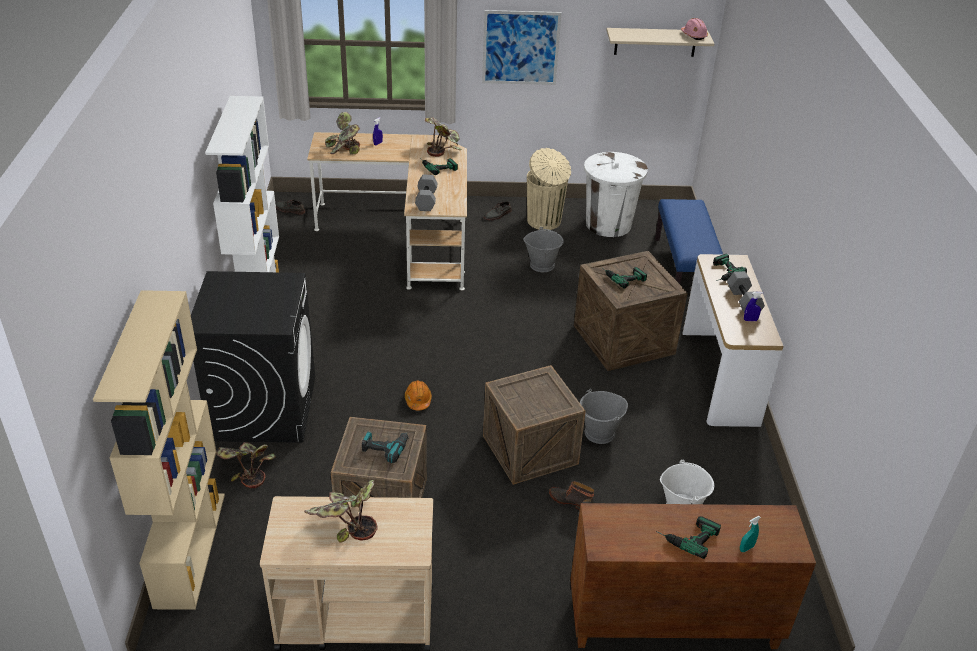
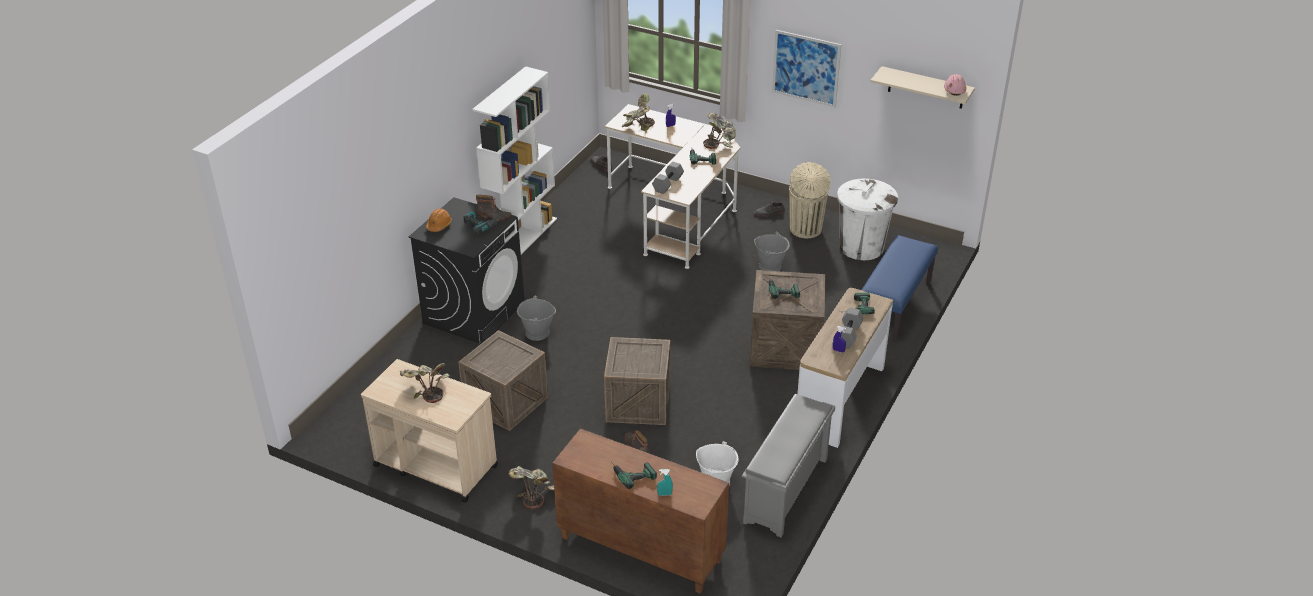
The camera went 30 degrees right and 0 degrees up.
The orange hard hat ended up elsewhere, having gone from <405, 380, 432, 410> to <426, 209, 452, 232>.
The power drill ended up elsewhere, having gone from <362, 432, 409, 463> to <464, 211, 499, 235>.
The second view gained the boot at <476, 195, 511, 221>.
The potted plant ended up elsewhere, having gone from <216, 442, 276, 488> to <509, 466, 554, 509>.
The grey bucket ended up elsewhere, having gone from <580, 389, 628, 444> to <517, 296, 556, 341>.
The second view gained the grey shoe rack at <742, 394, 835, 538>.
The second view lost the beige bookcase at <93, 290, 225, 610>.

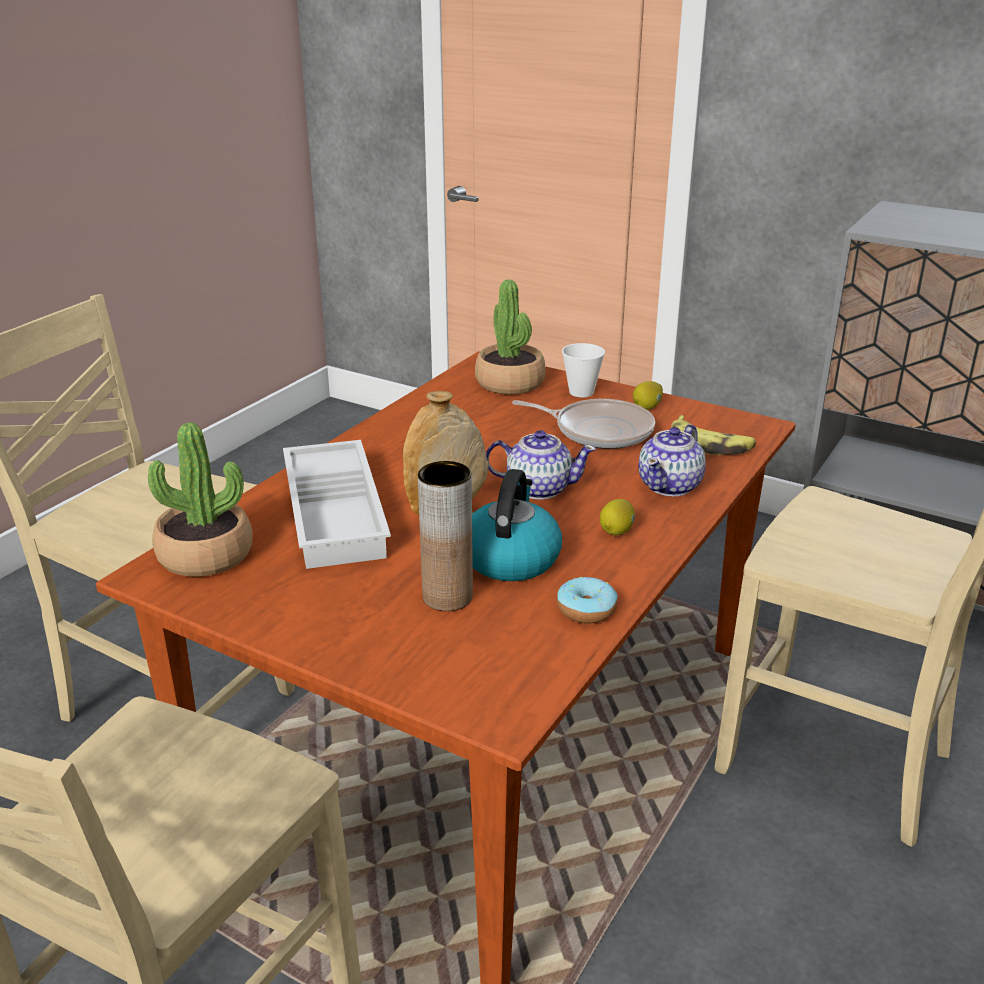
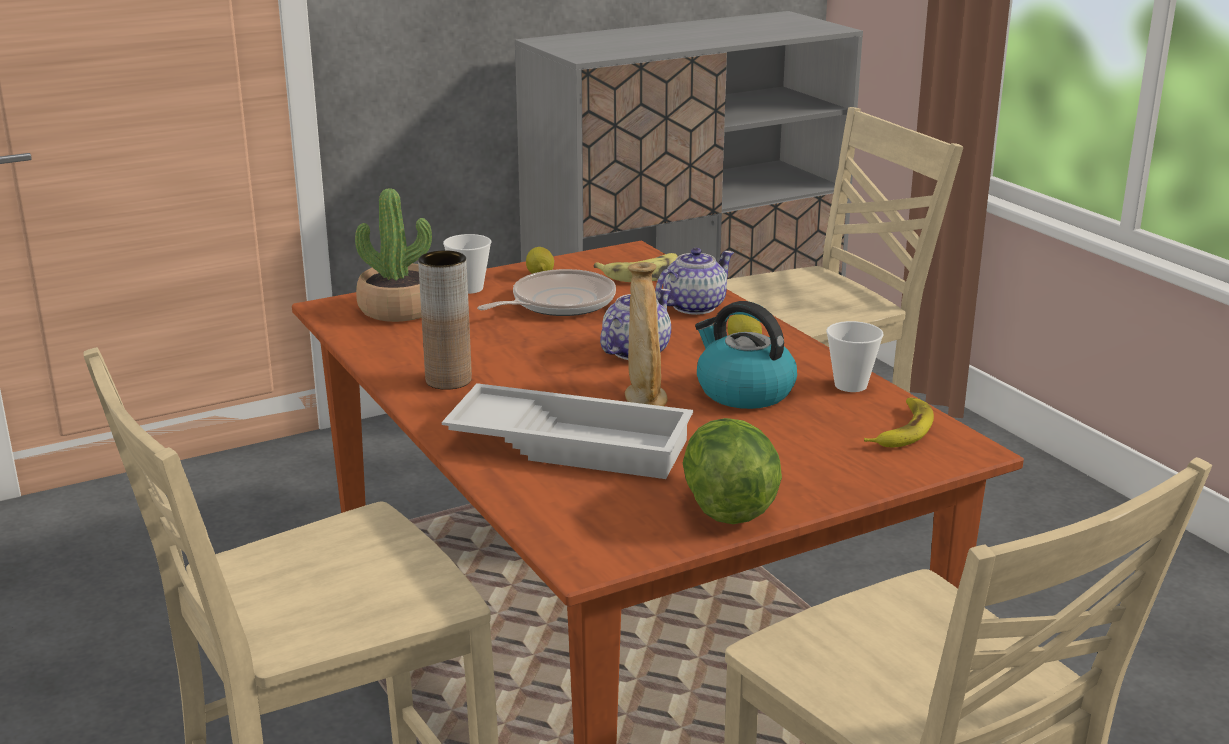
The camera went 60 degrees left and 5 degrees down.
The brown vase ended up elsewhere, having gone from <418, 461, 473, 611> to <418, 250, 472, 390>.
The teapot at <638, 424, 706, 497> ended up facing another way, 105 degrees counterclockwise from before.
The second view gained the lettuce at <683, 418, 782, 524>.
Where the donut stood at <557, 577, 618, 623>, the cup came to stand at <826, 321, 884, 392>.
The second view gained the banana at <864, 397, 934, 447>.
The second view lost the potted plant at <148, 422, 253, 577>.

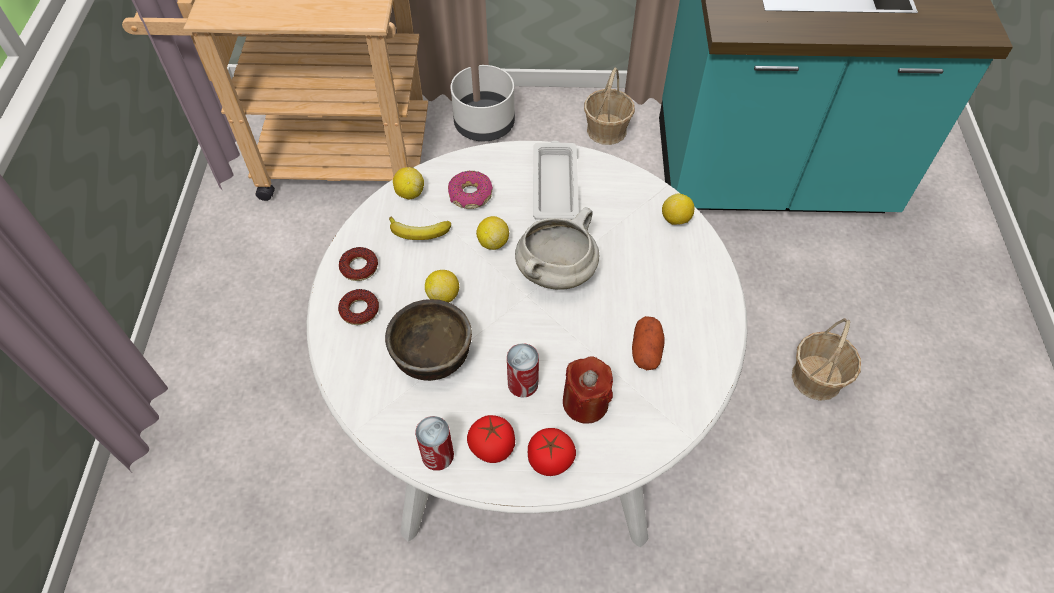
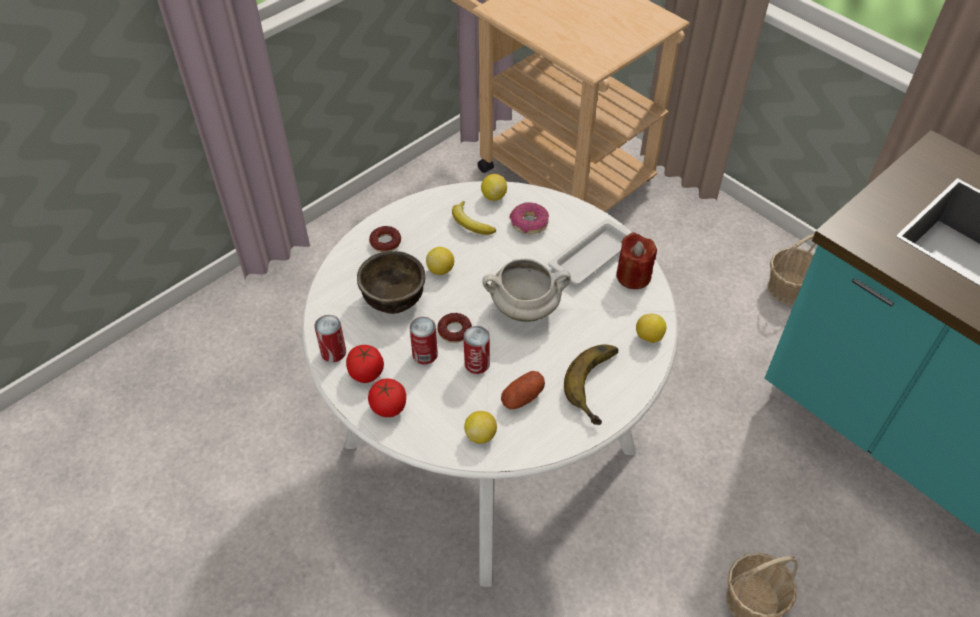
The camera went 45 degrees right and 5 degrees down.
The donut ended up elsewhere, having gone from <339, 247, 378, 281> to <437, 313, 472, 343>.
The second view gained the can at <464, 326, 490, 374>.
The lemon ended up elsewhere, having gone from <476, 216, 509, 250> to <464, 411, 497, 443>.
The second view gained the banana at <564, 344, 618, 425>.
The red candle ended up elsewhere, having gone from <563, 357, 613, 424> to <616, 232, 657, 289>.
The second view lost the white planter at <450, 65, 515, 141>.

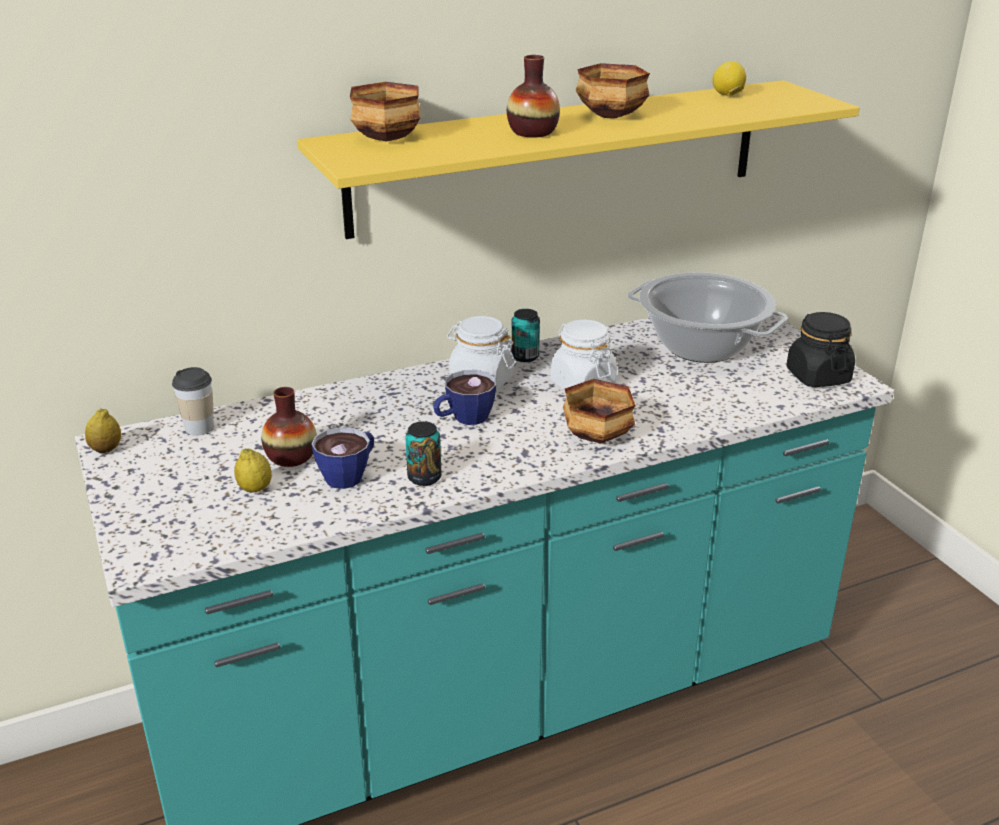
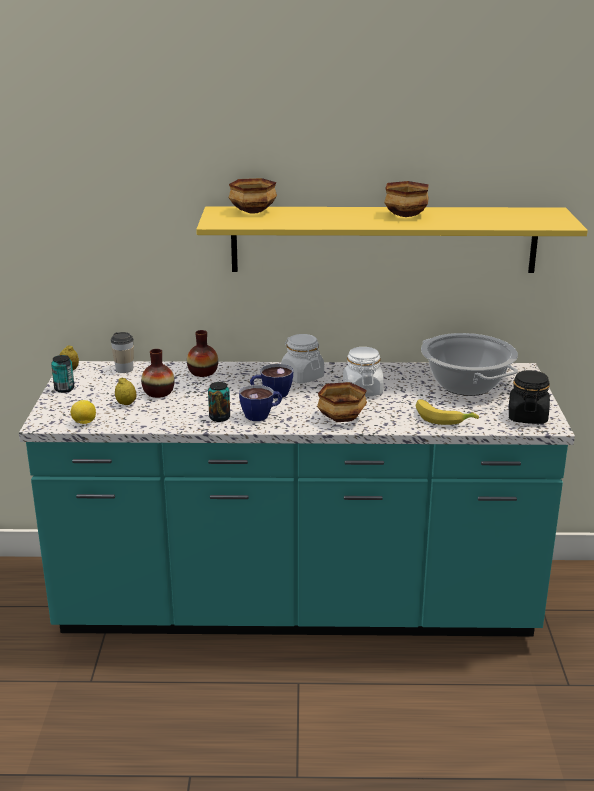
The camera went 25 degrees right and 5 degrees down.
The can ended up elsewhere, having gone from <511, 309, 540, 362> to <51, 355, 74, 393>.
The lemon ended up elsewhere, having gone from <712, 61, 746, 96> to <71, 400, 96, 424>.
The vase ended up elsewhere, having gone from <507, 55, 560, 138> to <187, 330, 218, 377>.
The cup ended up elsewhere, having gone from <312, 427, 374, 489> to <239, 385, 282, 421>.
The second view gained the banana at <416, 400, 479, 425>.

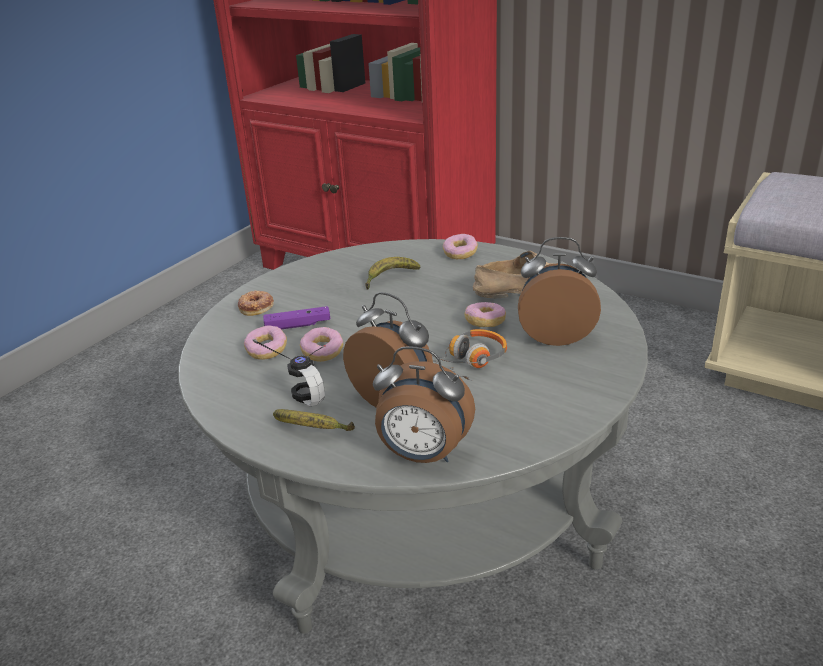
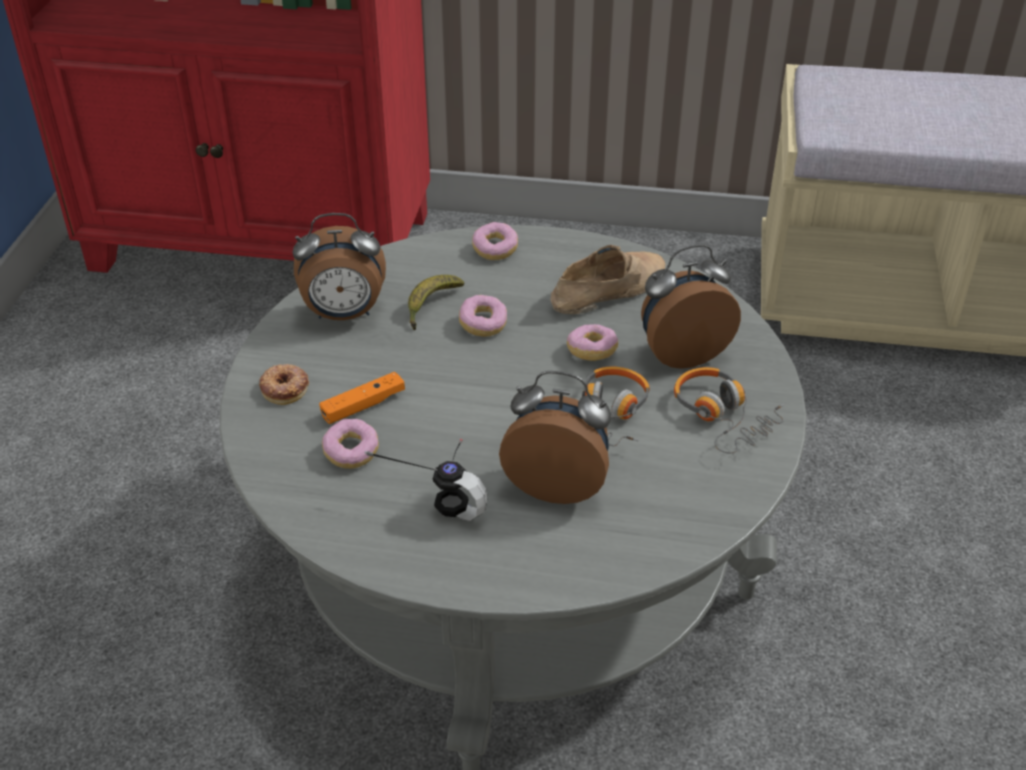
The camera went 25 degrees left and 10 degrees up.
The alarm clock ended up elsewhere, having gone from <373, 346, 475, 463> to <292, 213, 386, 320>.
What was the purple game controller at <263, 306, 330, 329> turned into the orange game controller at <319, 372, 405, 424>.
The donut ended up elsewhere, having gone from <300, 327, 343, 362> to <459, 295, 507, 337>.
The second view gained the headphones at <674, 367, 785, 454>.
The second view lost the banana at <273, 409, 355, 431>.

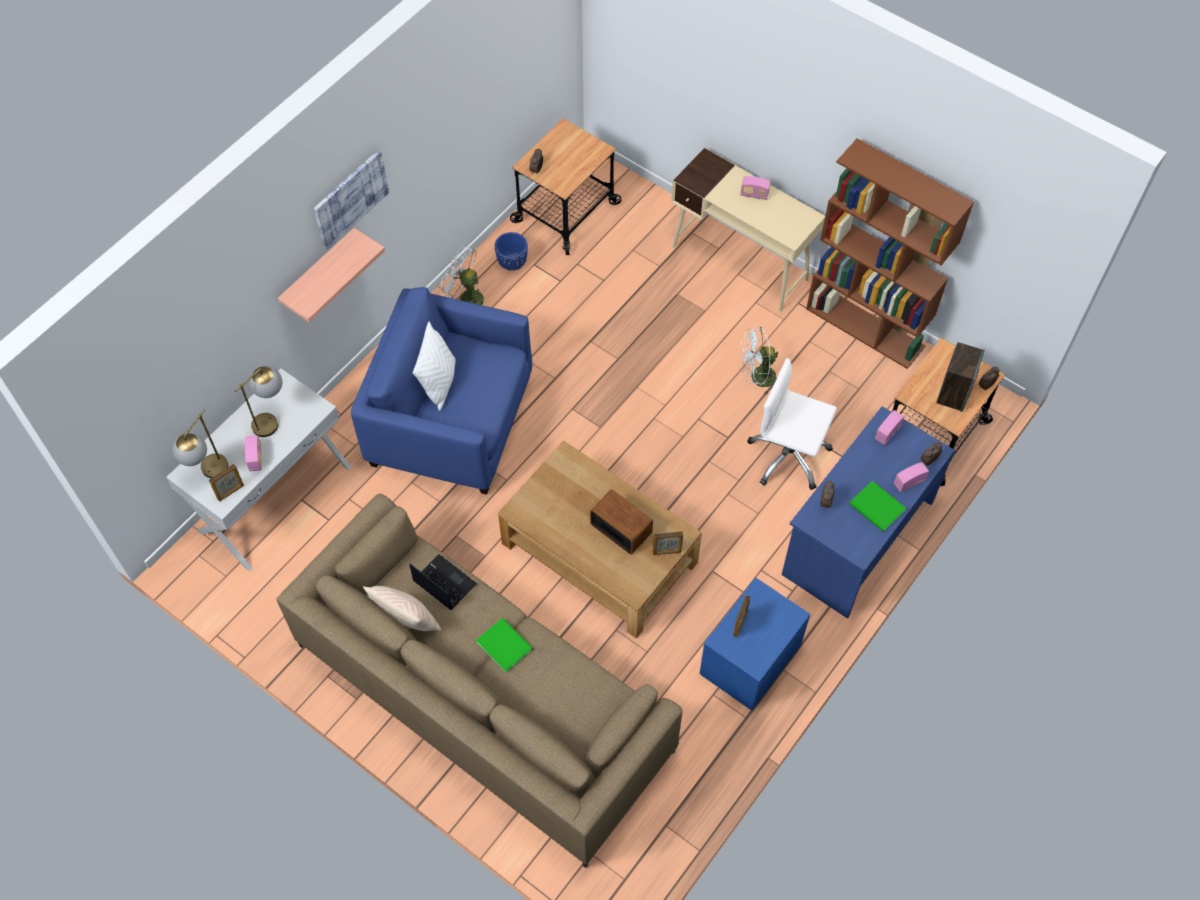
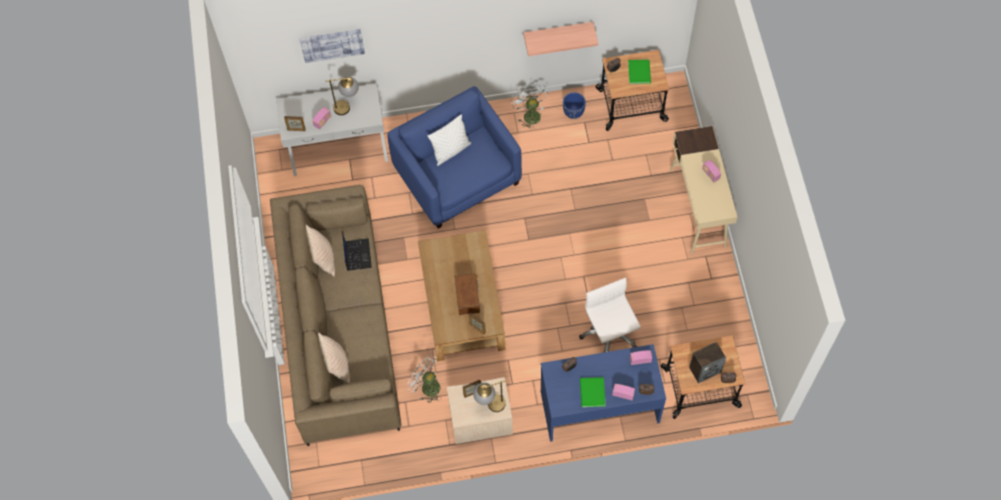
The camera went 45 degrees right and 5 degrees up.
The picture ended up elsewhere, having gone from <314, 150, 389, 250> to <299, 29, 365, 63>.
The second view gained the beige pillow at <318, 332, 350, 383>.
The white fan ended up elsewhere, having gone from <740, 327, 778, 395> to <407, 354, 441, 403>.
What was the blue nightstand at <699, 578, 810, 711> turned into the beige nightstand at <447, 377, 513, 444>.
The table lamp ended up elsewhere, having gone from <172, 409, 228, 478> to <473, 380, 506, 412>.
The shelf ended up elsewhere, having gone from <278, 228, 385, 322> to <524, 22, 598, 56>.
The green book ended up elsewhere, having gone from <476, 618, 533, 673> to <628, 60, 651, 84>.
The second view lost the brown bookcase at <806, 138, 974, 369>.

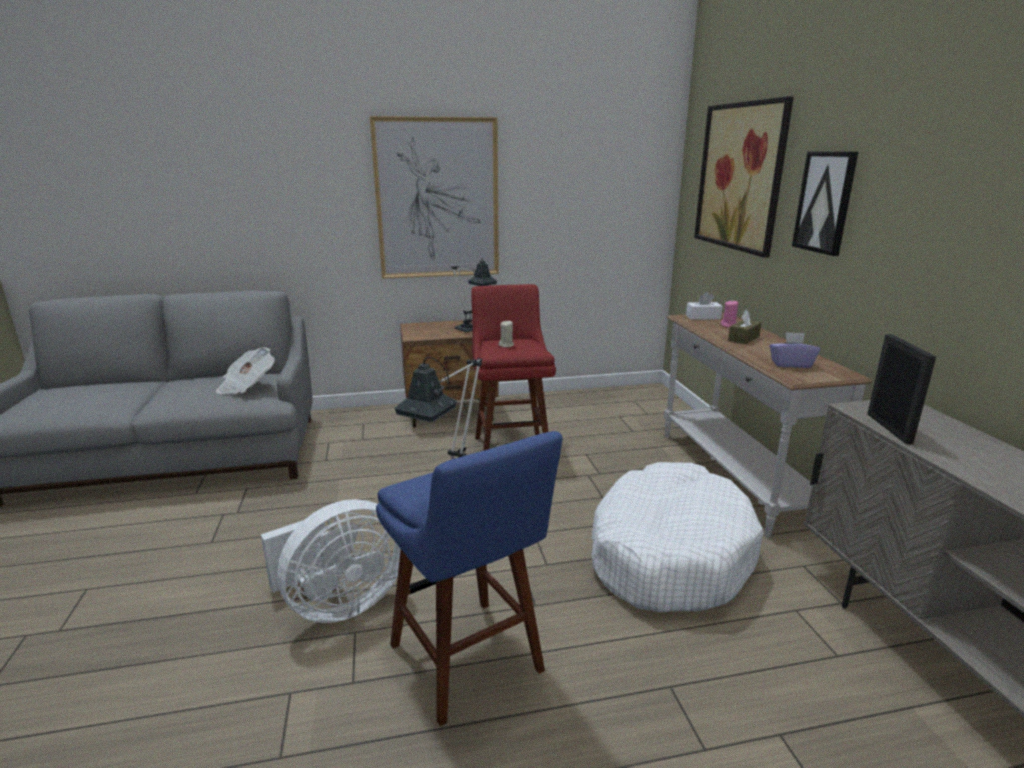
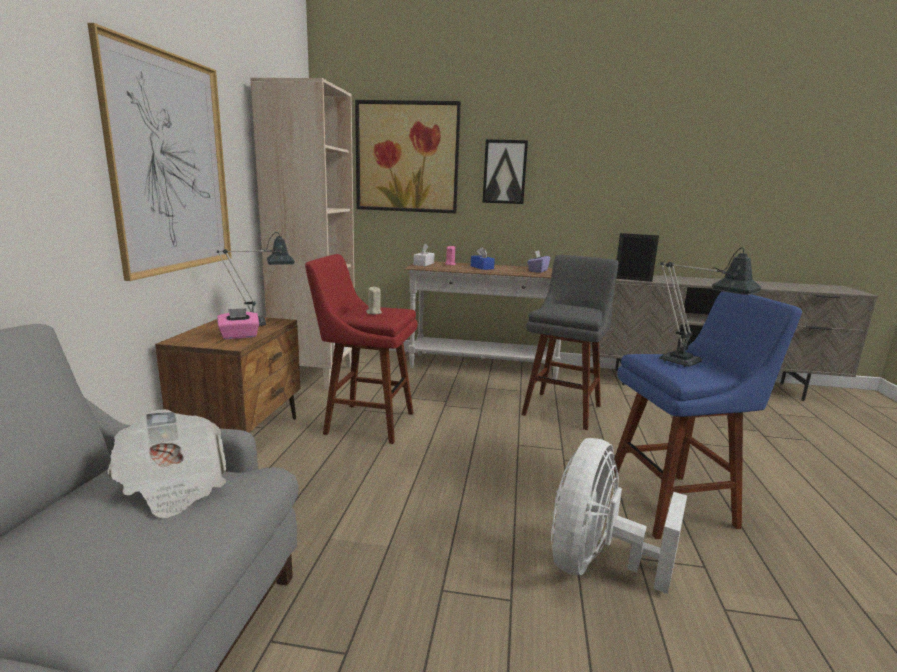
The camera went 70 degrees left and 5 degrees down.
The second view gained the pink tissue box at <217, 308, 259, 339>.
The second view gained the beige bookcase at <250, 78, 355, 389>.
What was the brown tissue box at <728, 310, 761, 344> turned into the blue tissue box at <471, 247, 495, 270>.
Where the white dog bed stood at <592, 462, 763, 612>, the grey stool came to stand at <521, 255, 618, 430>.
The white fan at <261, 499, 401, 623> ended up facing another way, 135 degrees counterclockwise from before.

